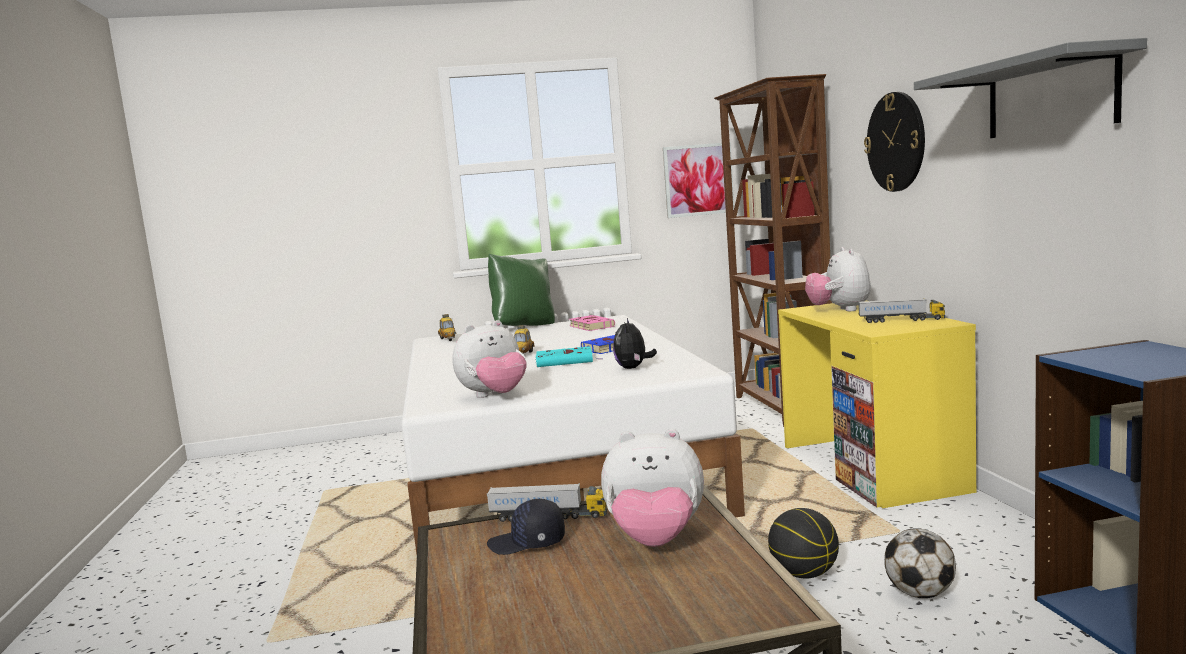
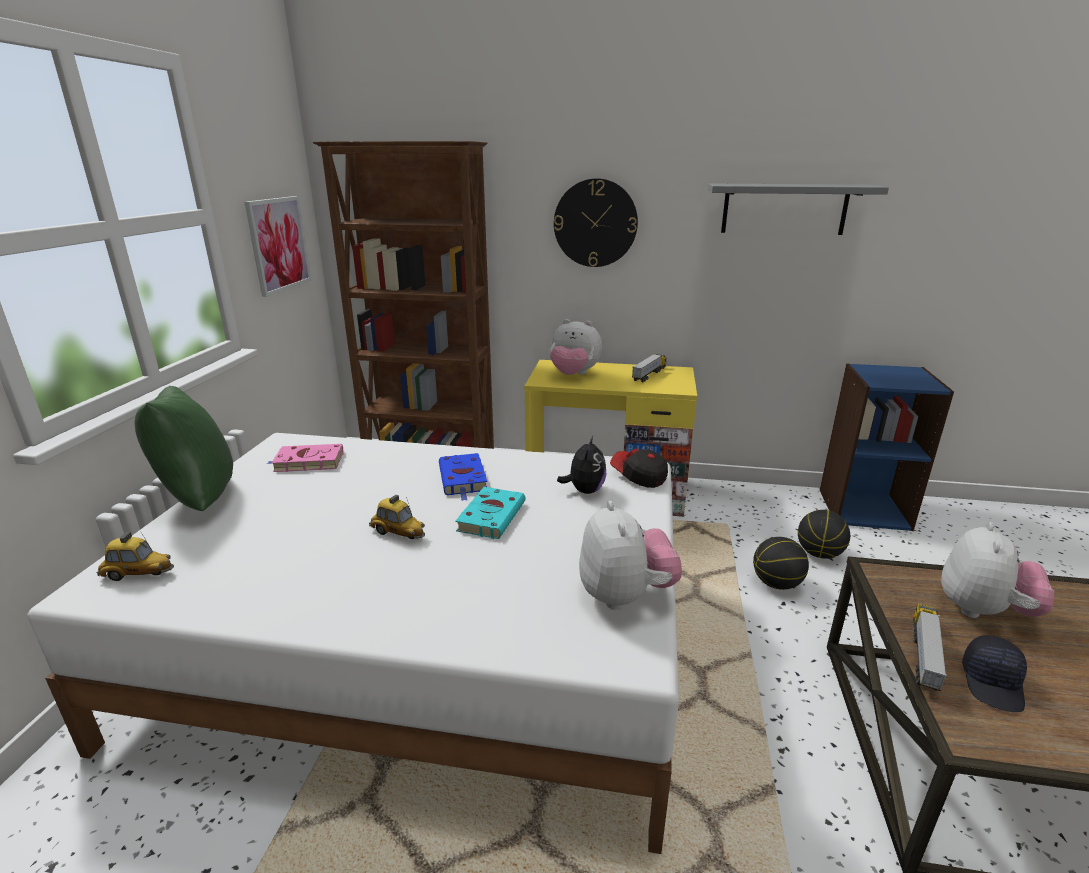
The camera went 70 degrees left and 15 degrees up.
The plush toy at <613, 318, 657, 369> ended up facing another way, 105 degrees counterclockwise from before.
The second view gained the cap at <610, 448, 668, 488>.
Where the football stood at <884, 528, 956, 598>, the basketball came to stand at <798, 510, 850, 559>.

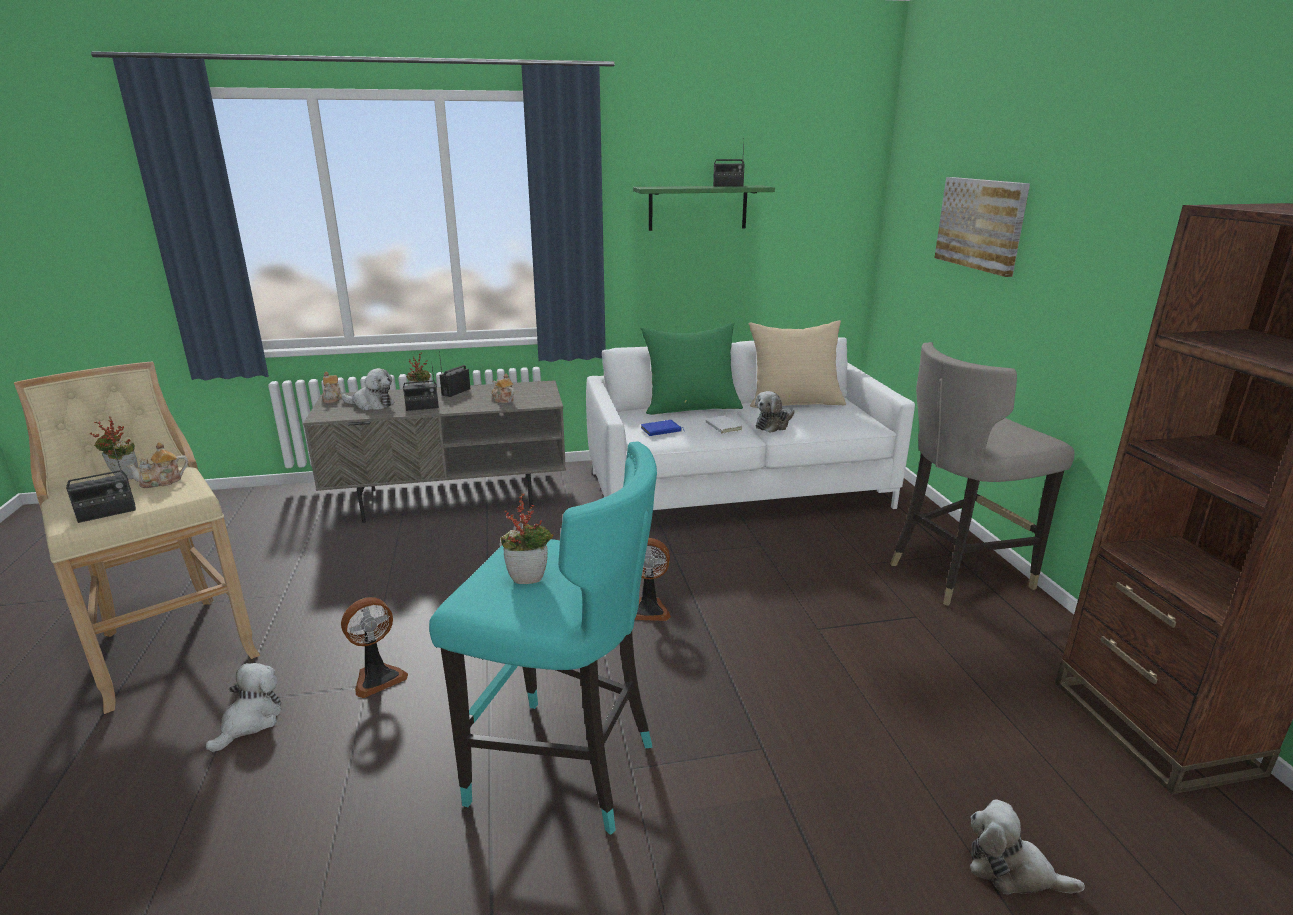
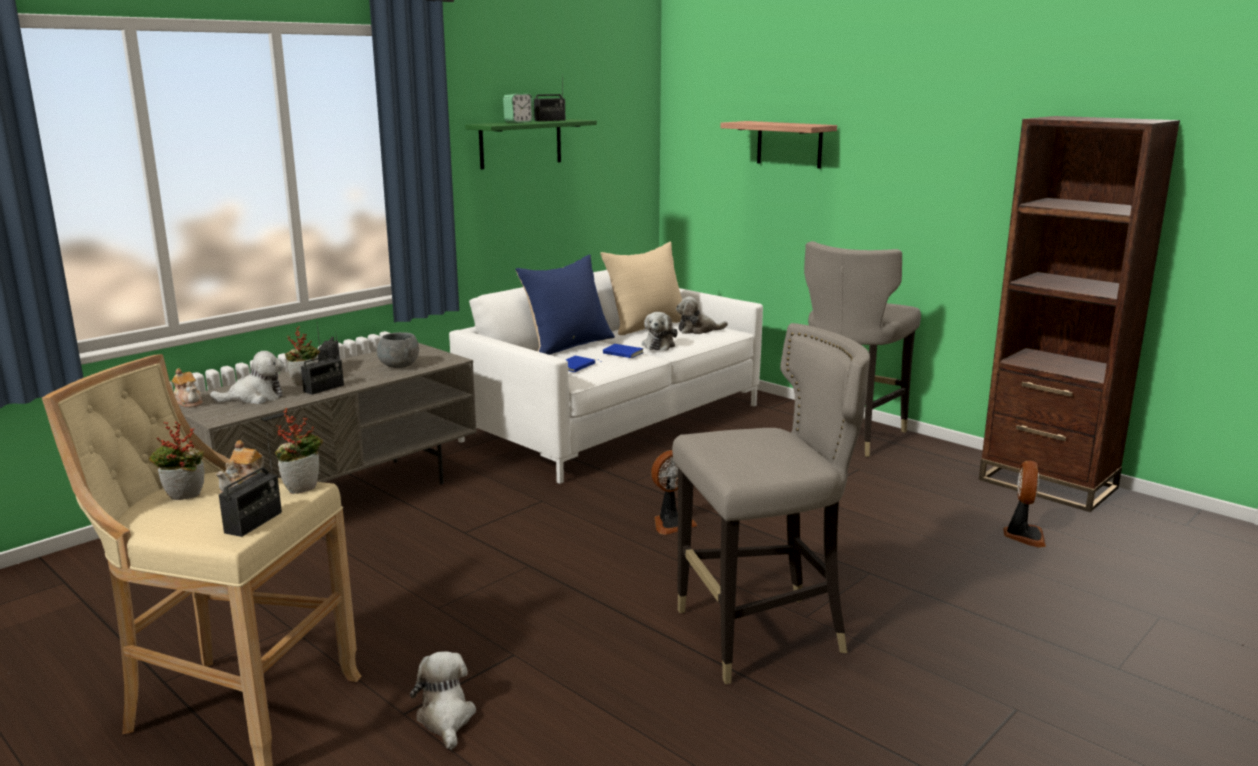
The camera went 35 degrees left and 5 degrees down.
The potted plant ended up elsewhere, having gone from <501, 494, 553, 584> to <275, 408, 323, 494>.
Where the teapot stood at <491, 374, 514, 403>, the grey bowl came to stand at <377, 332, 419, 368>.
The second view gained the alarm clock at <503, 94, 534, 123>.
What was the green pillow at <641, 323, 743, 415> turned into the blue pillow at <515, 254, 615, 355>.
What was the white book at <705, 415, 742, 433> turned into the blue book at <603, 344, 644, 358>.
What was the turquoise stool at <429, 441, 657, 835> turned into the grey stool at <672, 323, 870, 684>.
The plush toy ended up elsewhere, having gone from <970, 799, 1085, 894> to <676, 297, 728, 334>.
Where the picture hung at <934, 177, 1030, 277>, the shelf came to hang at <720, 121, 837, 168>.
The fan ended up elsewhere, having gone from <341, 597, 408, 698> to <1004, 461, 1046, 548>.

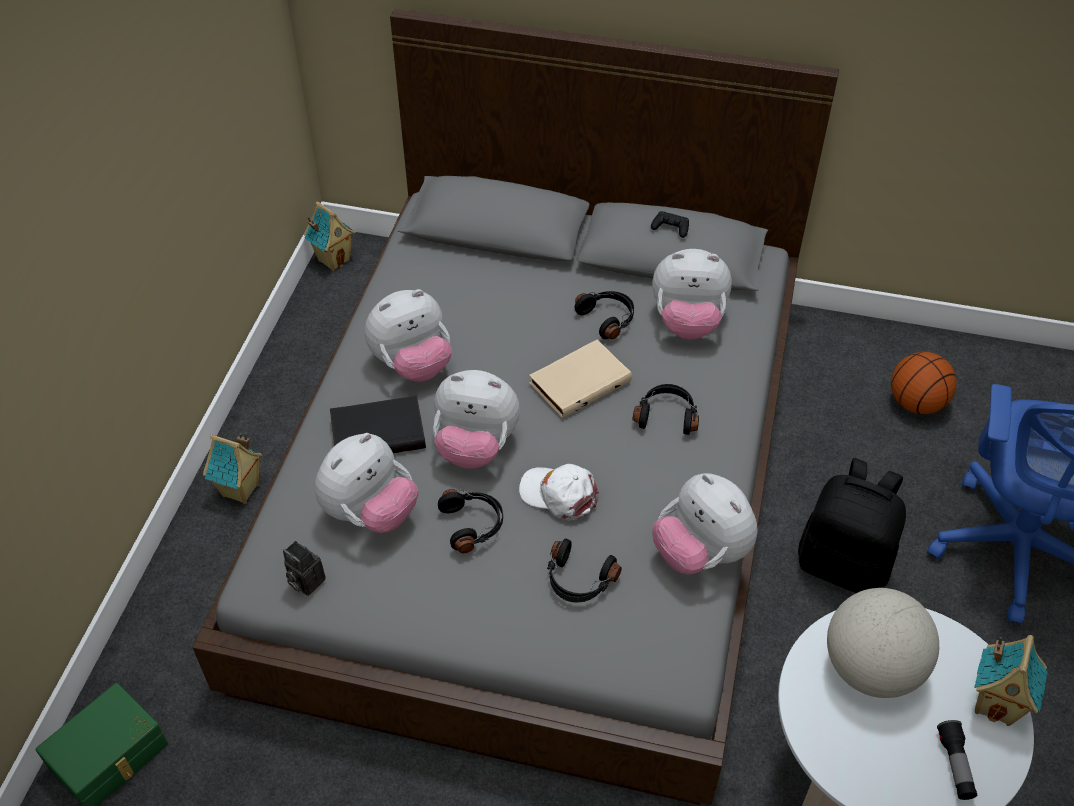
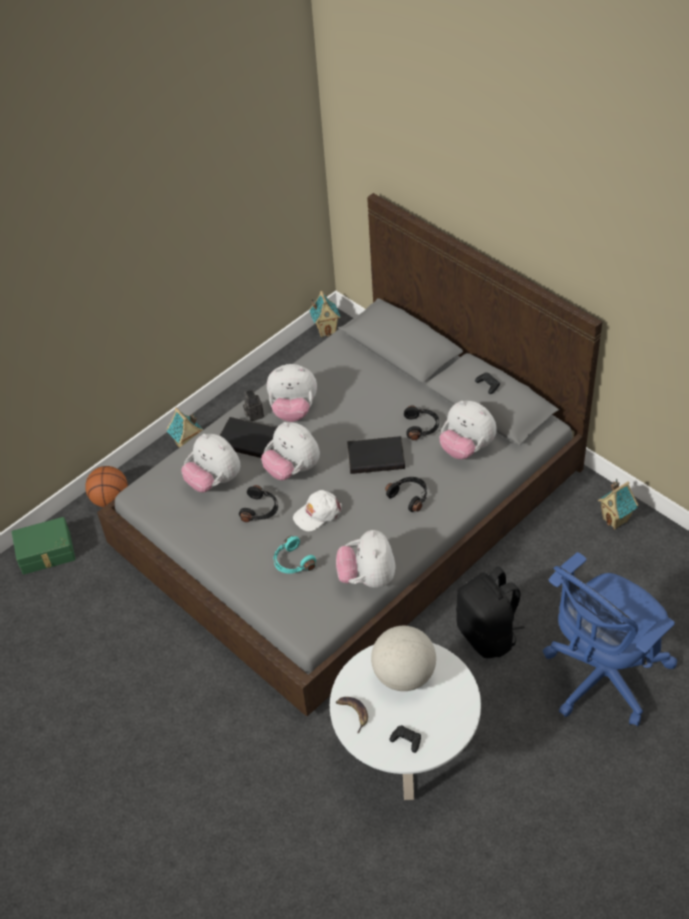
The camera went 35 degrees right and 0 degrees up.
The basketball ended up elsewhere, having gone from <891, 352, 957, 414> to <85, 466, 128, 507>.
The plush toy at <315, 433, 418, 533> ended up facing another way, 60 degrees clockwise from before.
The photo camera ended up elsewhere, having gone from <283, 541, 326, 596> to <243, 390, 264, 421>.
What was the black headphones at <547, 538, 622, 603> turned into the turquoise headphones at <274, 536, 316, 574>.
The white cap at <519, 464, 599, 521> ended up facing another way, 90 degrees counterclockwise from before.
The second view gained the banana at <336, 697, 368, 733>.
What was the beige book at <529, 339, 632, 419> turned into the black book at <347, 436, 405, 474>.
Where the flashlight stood at <937, 720, 978, 800>, the black game controller came to stand at <390, 725, 421, 753>.
The toy house ended up elsewhere, having gone from <974, 635, 1048, 726> to <598, 479, 639, 530>.

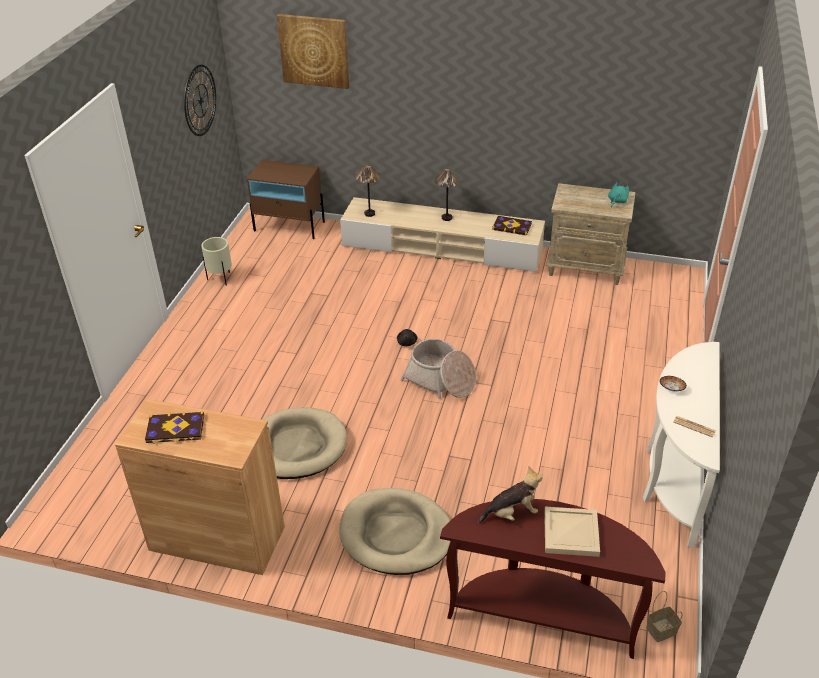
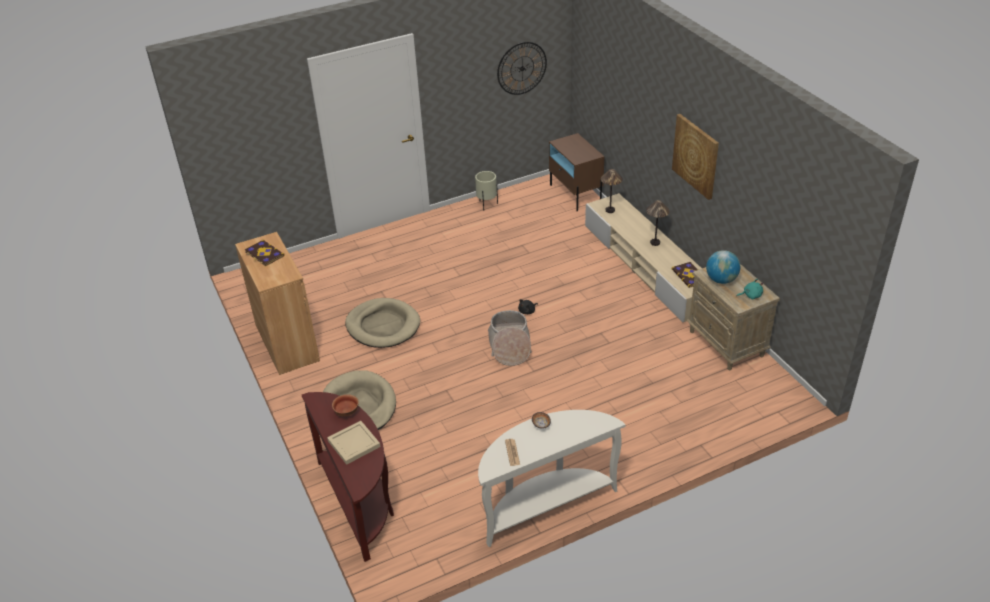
The camera went 50 degrees right and 0 degrees up.
Where the plush toy stood at <478, 466, 543, 524>, the bowl came to stand at <332, 394, 359, 417>.
The picture ended up elsewhere, having gone from <277, 14, 349, 89> to <672, 114, 719, 200>.
The second view gained the globe at <706, 250, 740, 284>.
The second view lost the basket at <646, 591, 682, 642>.

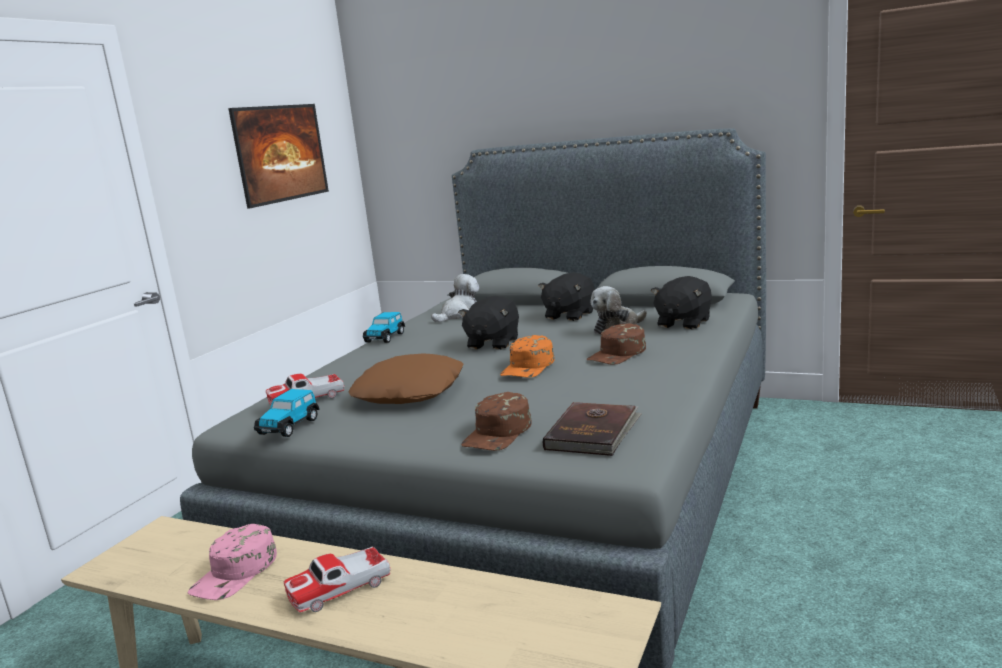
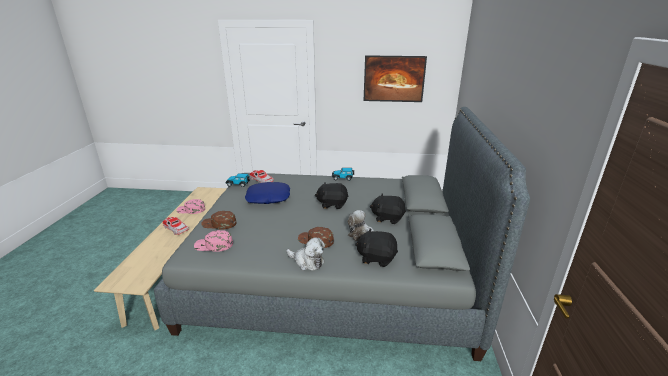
The camera went 70 degrees right and 10 degrees up.
Where the brown book stood at <543, 402, 642, 456>, the pink cap came to stand at <194, 230, 233, 252>.
What was the brown pillow at <348, 353, 464, 404> turned into the blue pillow at <245, 182, 290, 204>.
The plush toy ended up elsewhere, having gone from <431, 274, 479, 322> to <286, 238, 325, 271>.
The second view lost the orange cap at <500, 335, 554, 378>.

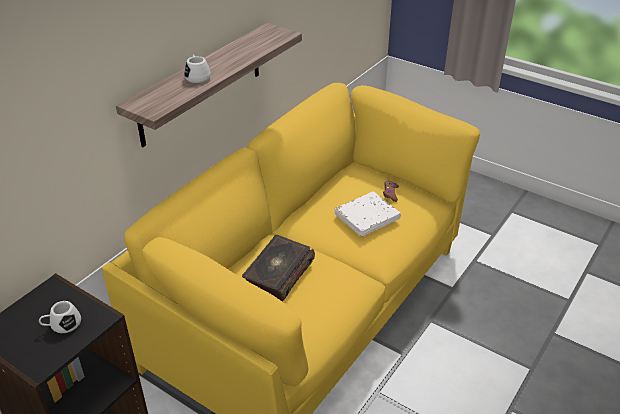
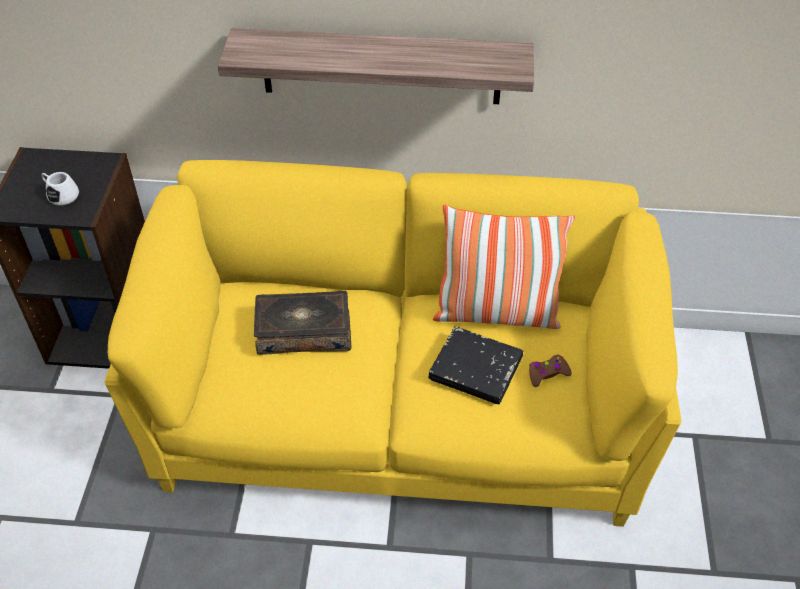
The camera went 60 degrees right and 10 degrees up.
What was the white book at <334, 191, 401, 237> turned into the black book at <429, 326, 523, 404>.
The second view gained the pillow at <433, 205, 575, 329>.
The second view lost the white mug at <184, 54, 211, 83>.

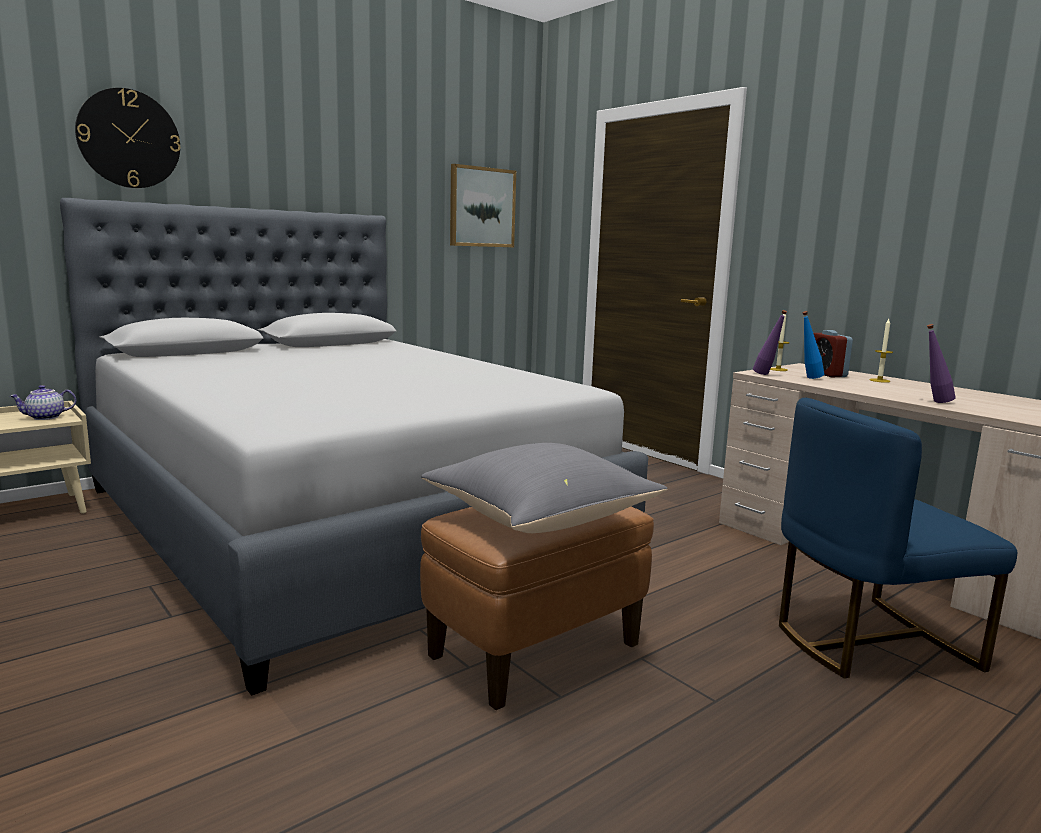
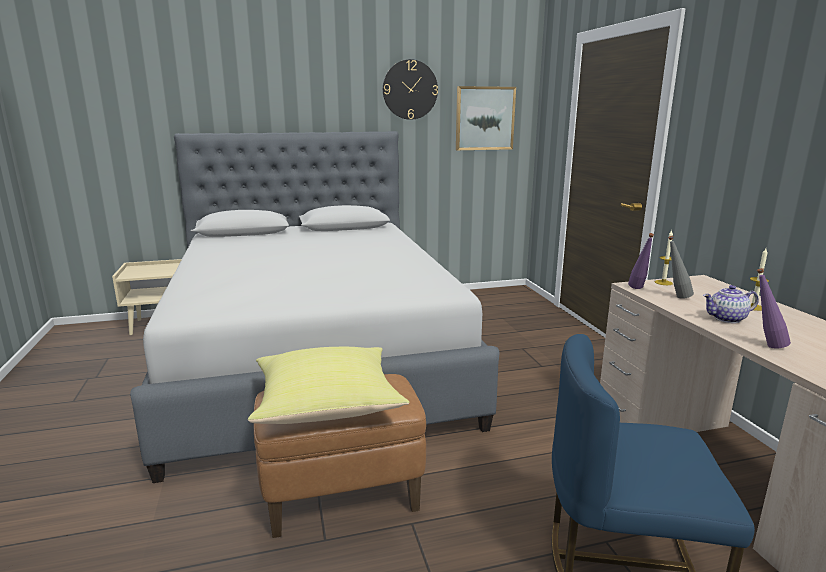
The camera went 25 degrees right and 5 degrees up.
What was the grey pillow at <421, 443, 667, 533> turned into the yellow pillow at <248, 347, 409, 424>.
The wall clock ended up elsewhere, having gone from <75, 88, 180, 188> to <383, 59, 438, 120>.
What was the blue bottle at <802, 311, 824, 379> turned into the grey bottle at <668, 236, 694, 299>.
The teapot ended up elsewhere, having gone from <10, 385, 76, 420> to <703, 285, 759, 323>.
The second view lost the alarm clock at <813, 330, 853, 377>.

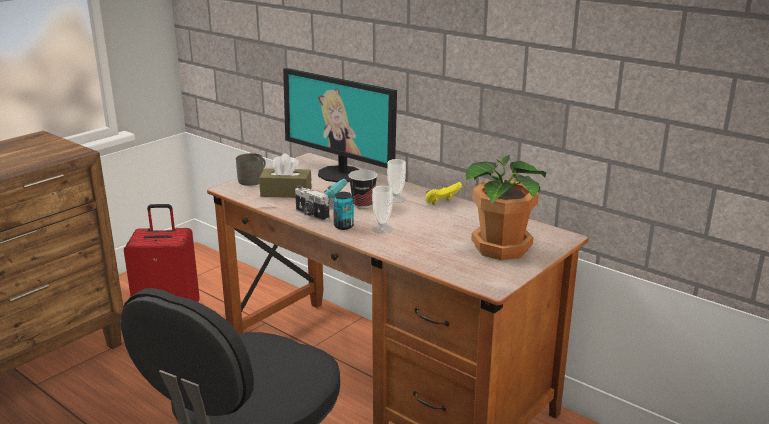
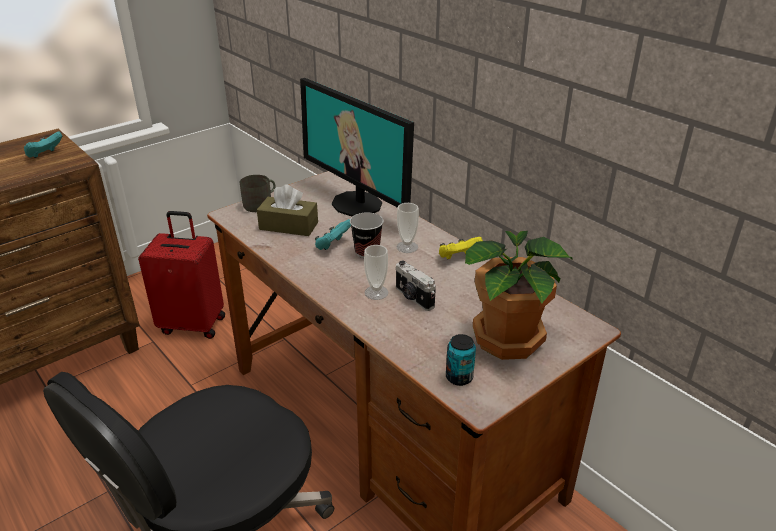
The camera went 10 degrees right and 10 degrees up.
The second view gained the turquoise game controller at <24, 131, 62, 158>.
The photo camera ended up elsewhere, having gone from <295, 185, 330, 222> to <396, 261, 436, 311>.
The can ended up elsewhere, having gone from <333, 192, 354, 230> to <446, 334, 476, 386>.

